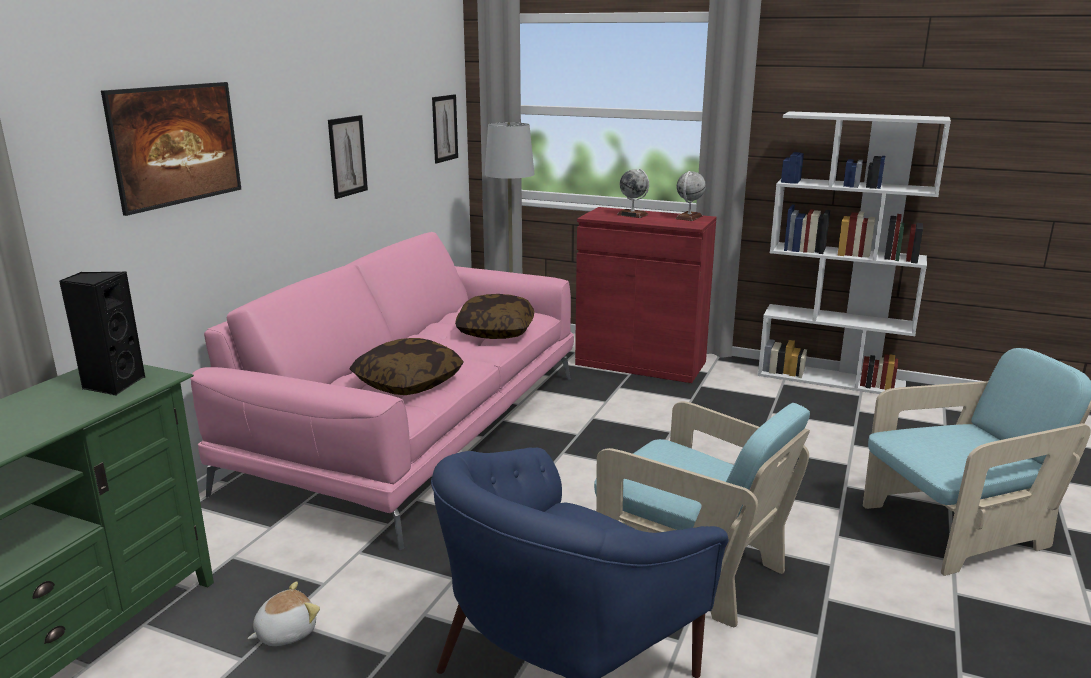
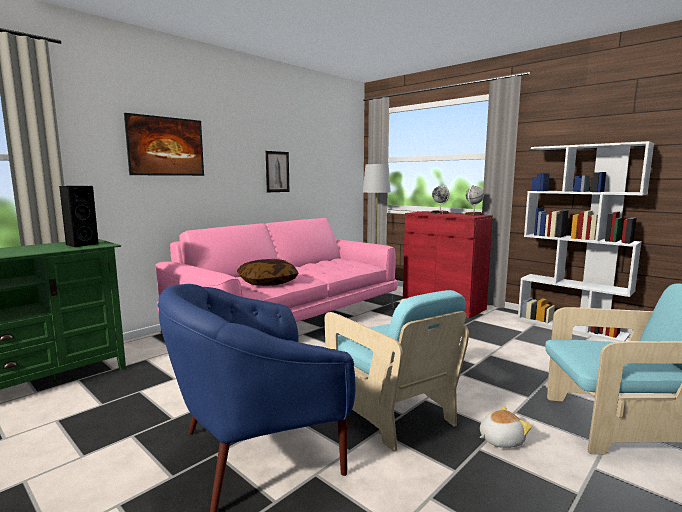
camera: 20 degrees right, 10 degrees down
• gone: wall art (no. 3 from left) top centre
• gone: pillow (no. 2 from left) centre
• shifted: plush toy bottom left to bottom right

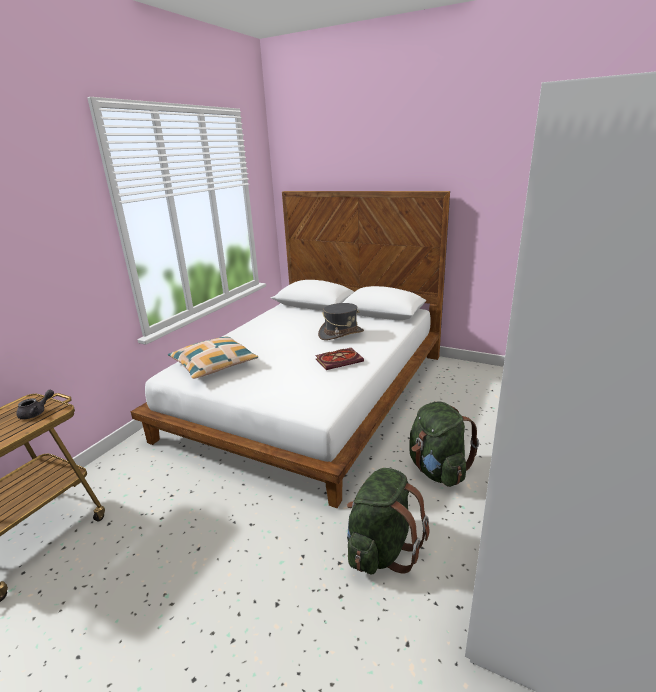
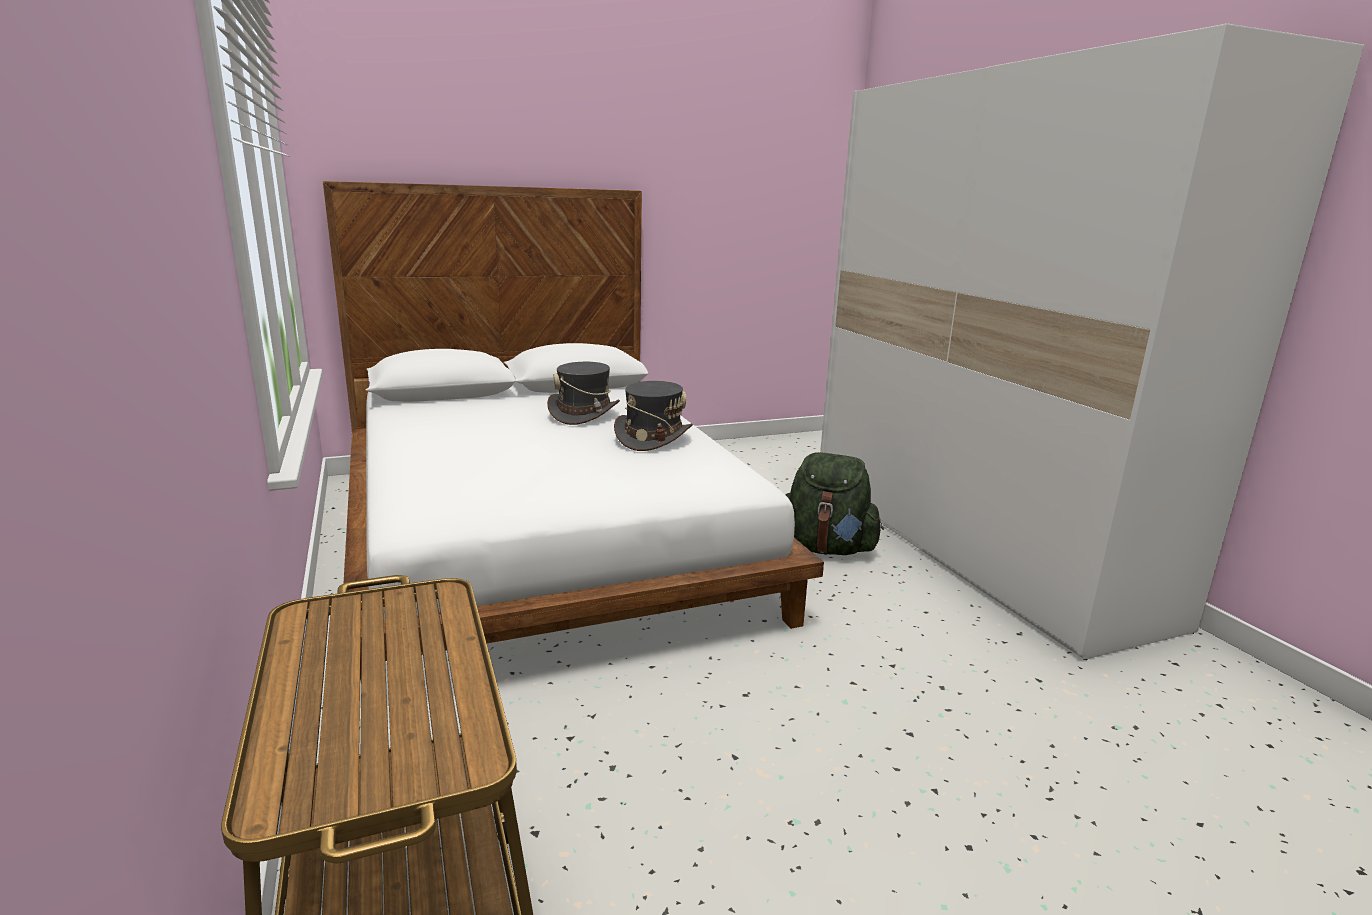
camera: 50 degrees left, 5 degrees down
• gone: pot for tea/grey middle left
• gone: pillow middle left
• gone: rucksack/greenish (no. 1 from left) bottom centre
• swapped: volume centre to clothing hat/grey (no. 2 from left) centre

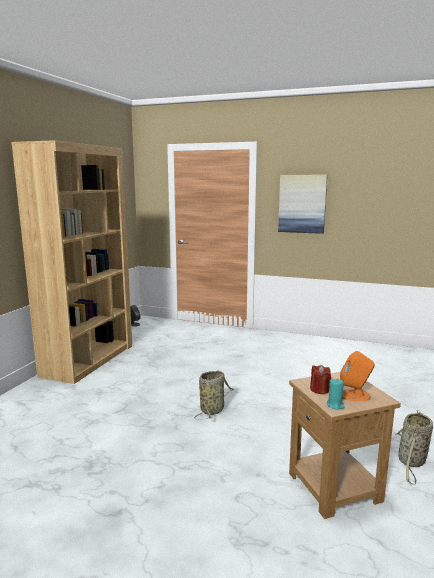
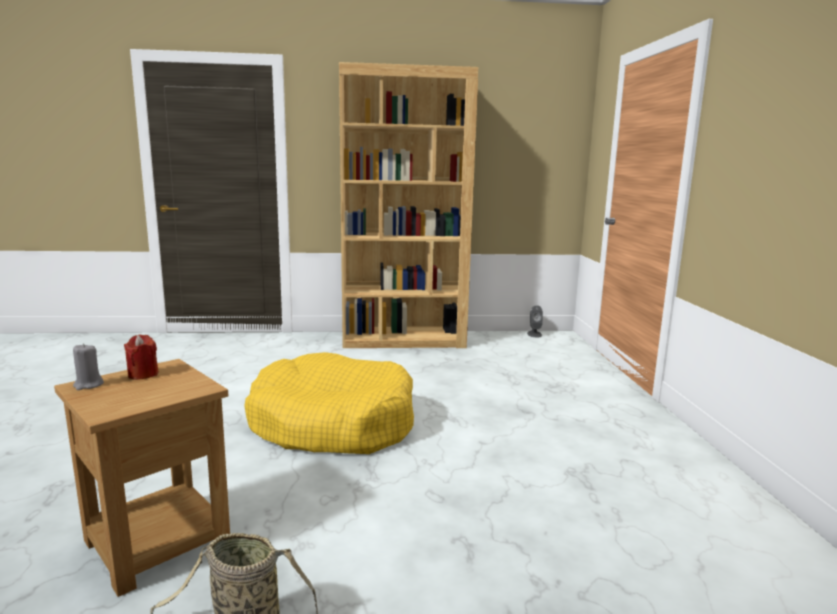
camera: 65 degrees right, 0 degrees up
• gone: wall art middle right
• gone: speaker/orangey middle right
• swapped: basket (no. 1 from left) bottom centre to dog cushion/yellowish centre
• repainted: wax light/turquoise bottom right to wax light/grey middle left

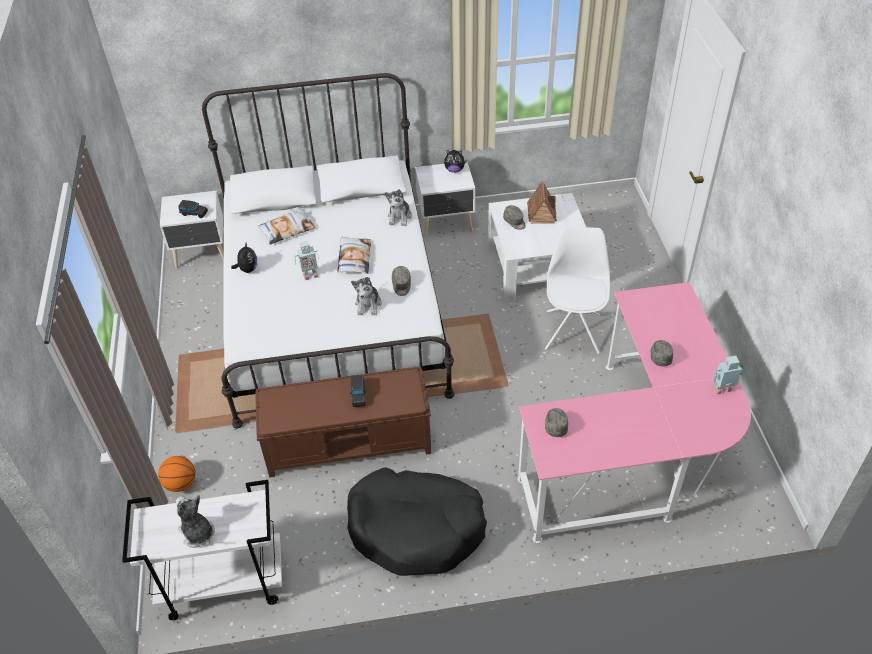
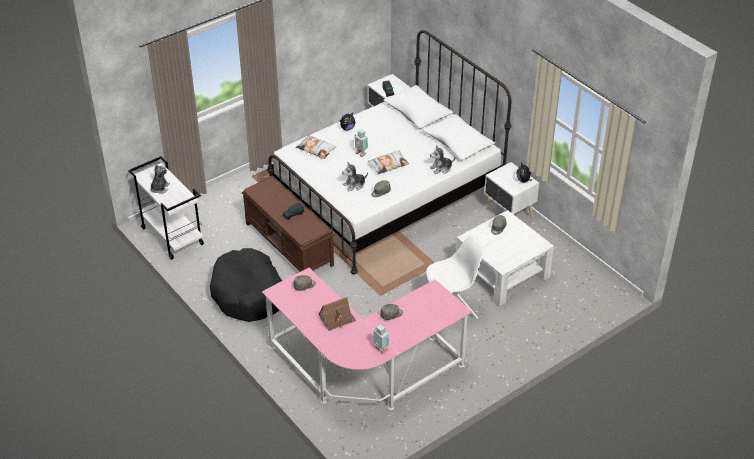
camera: 60 degrees right, 5 degrees down
• gone: basketball bottom left
• shifted: pillow (no. 1 from left) middle left to top centre
• shifted: model house top centre to bottom centre

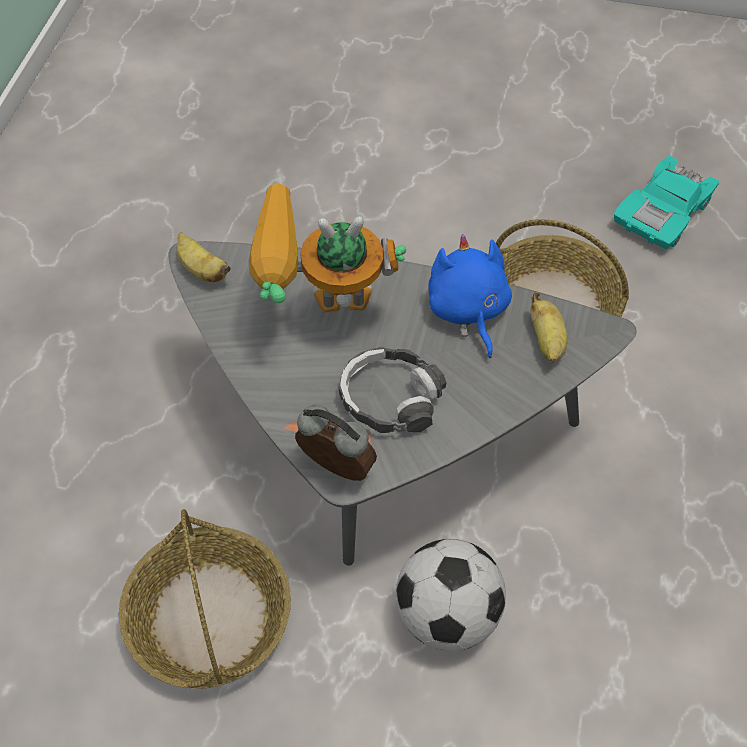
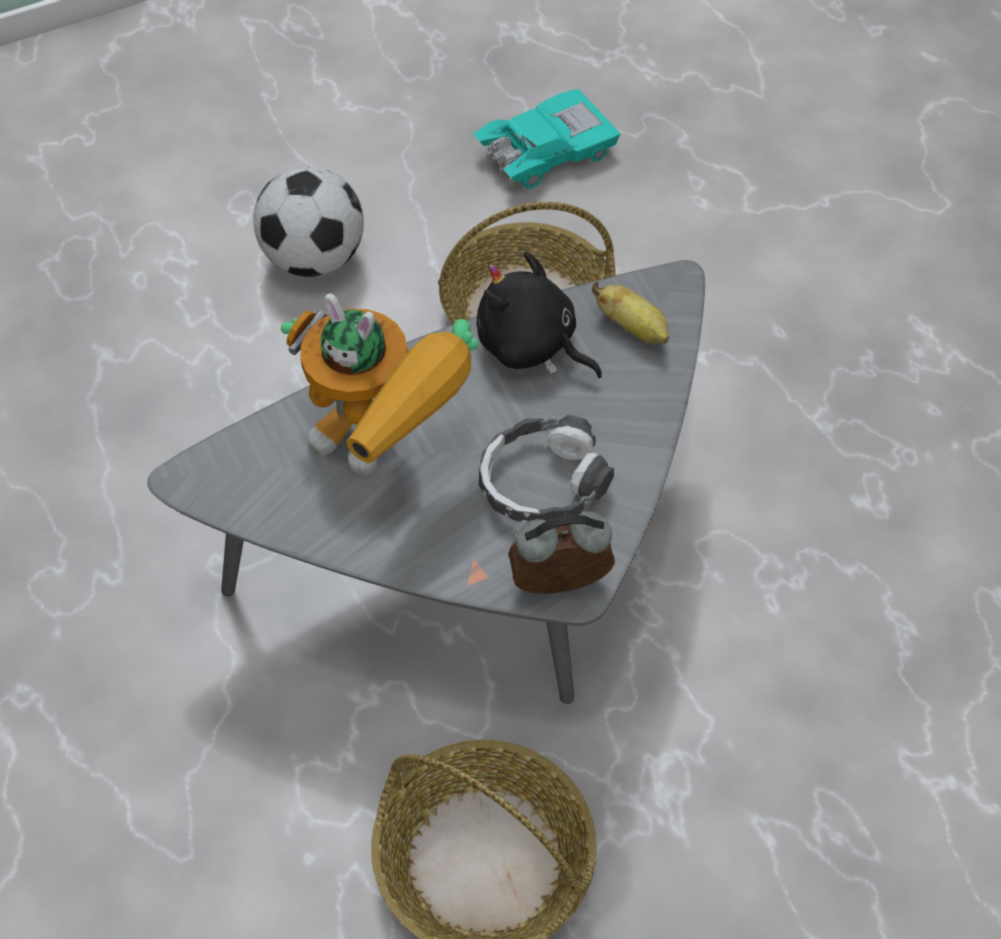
camera: 40 degrees left, 0 degrees up
• gone: banana (no. 1 from left) middle left
• shifted: ball for football bottom centre to top left
• repainted: plush toy/blue centre to plush toy/black centre
• rotated: robot figure top centre = centre 105 degrees counterclockwise
• rotated: miniature car/turquoise top right = top centre 120 degrees counterclockwise

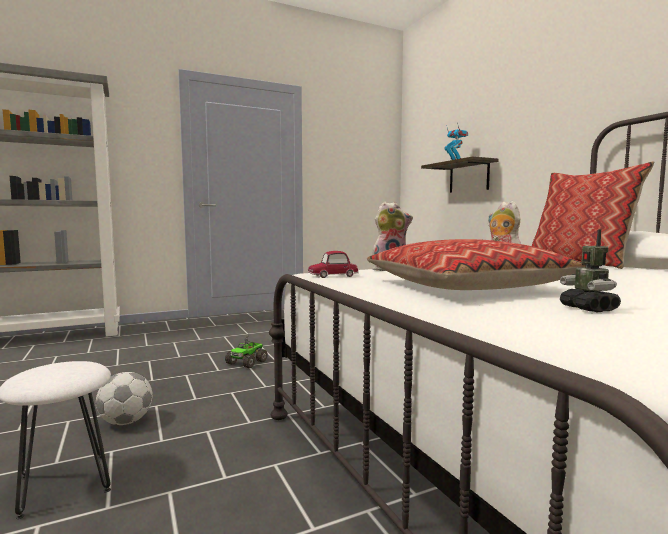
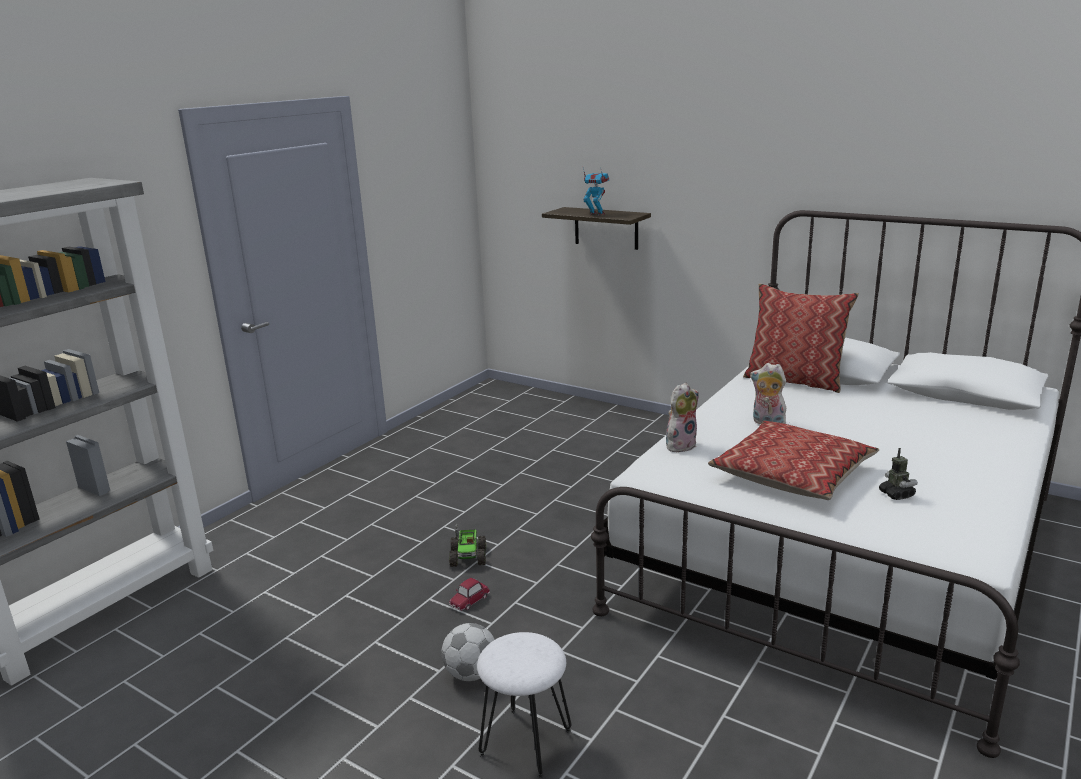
camera: 30 degrees left, 15 degrees up
• shifted: miniature car centre to bottom centre
• rotated: robot figure (no. 2 from left) middle right = middle right 150 degrees counterclockwise

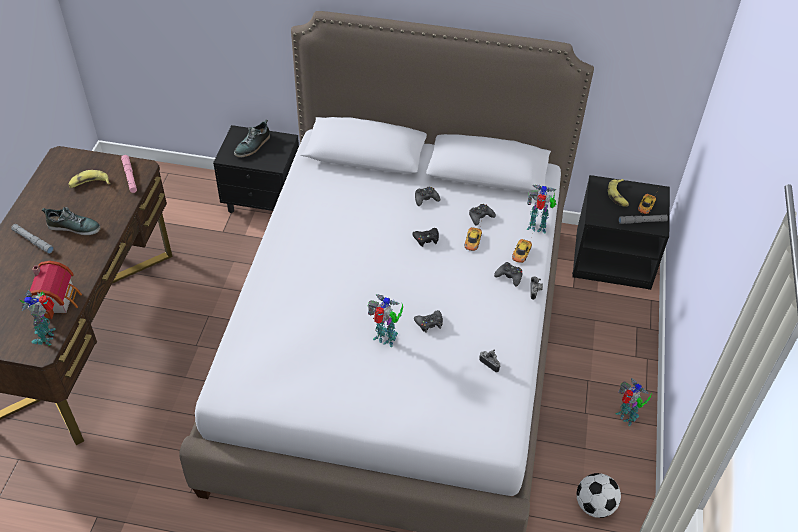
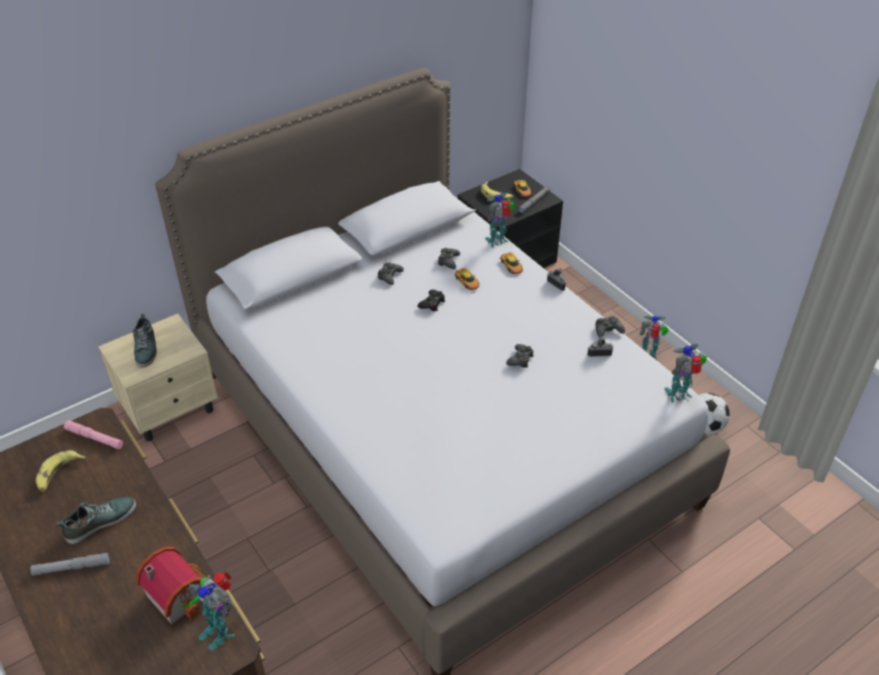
camera: 45 degrees left, 5 degrees down
• shifted: robot figure (no. 2 from left in the first image) centre to robot figure (no. 4 from left) middle right
• shifted: gamepad/black (no. 5 from left) centre to middle right
• repainted: bedside table/black (no. 1 from left) top left to bedside table/sand-coloured middle left

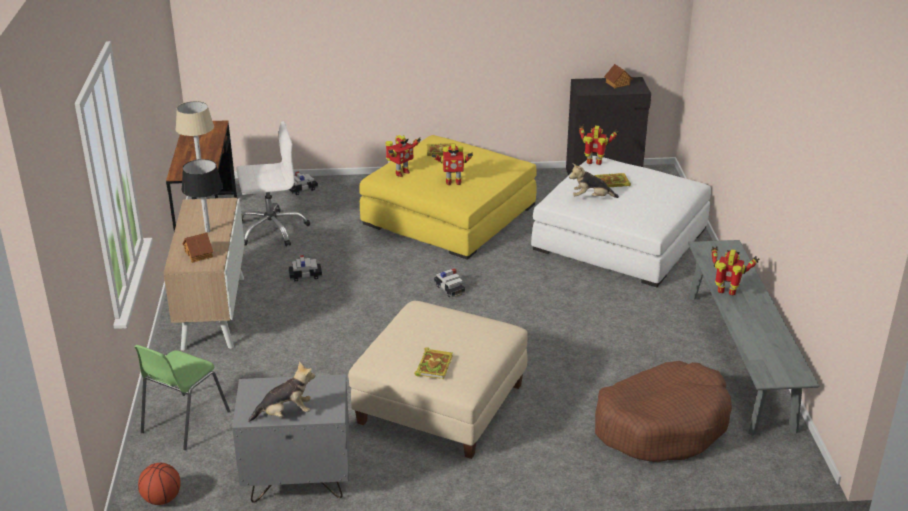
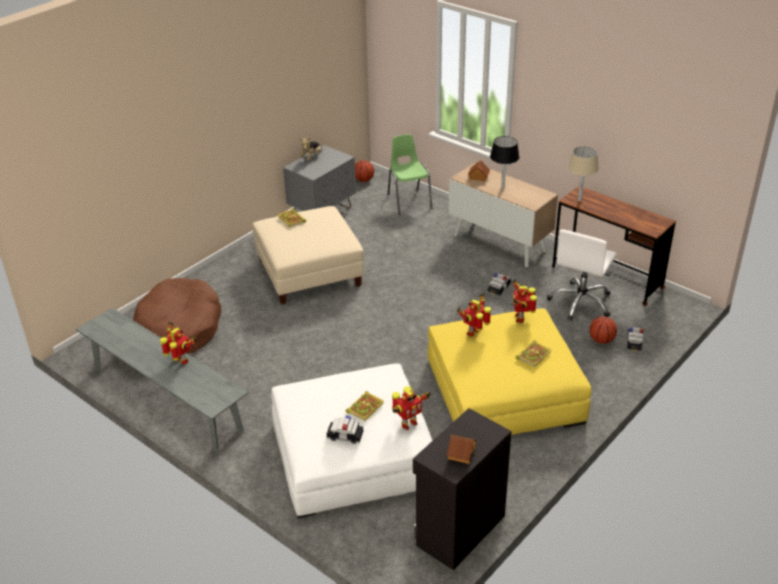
camera: 135 degrees right, 5 degrees up
• gone: plush toy (no. 2 from left) centre
• new: basketball (no. 2 from left) middle right
• shifted: miniature car (no. 3 from left in the first image) centre to miniature car (no. 1 from left) bottom centre
• rotated: robot figure (no. 4 from left in the first image) middle right = middle left 120 degrees counterclockwise

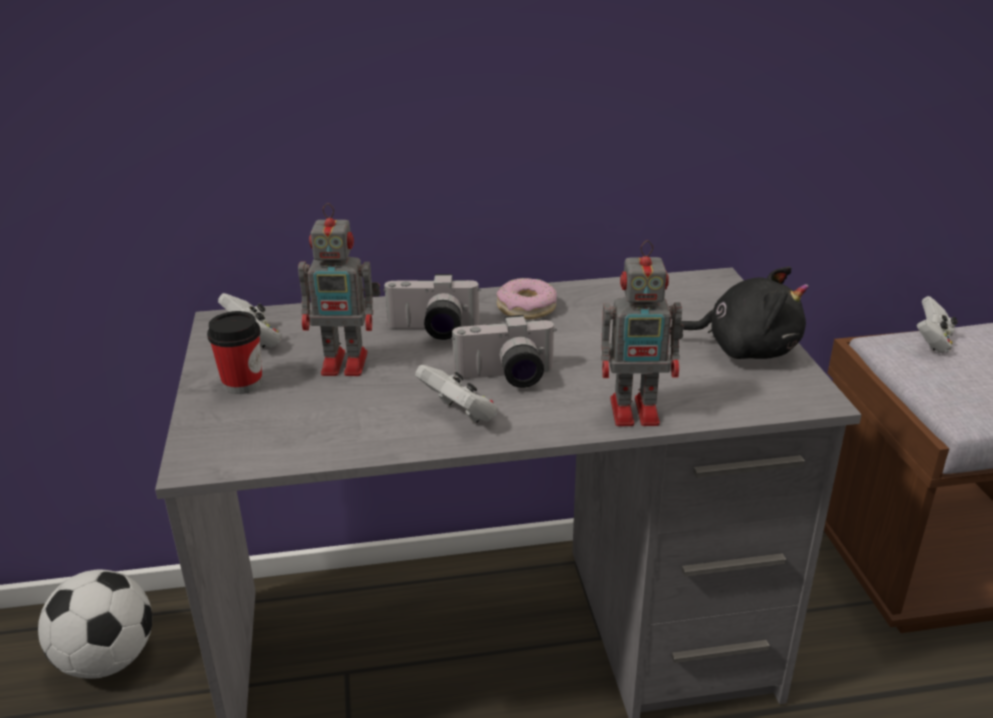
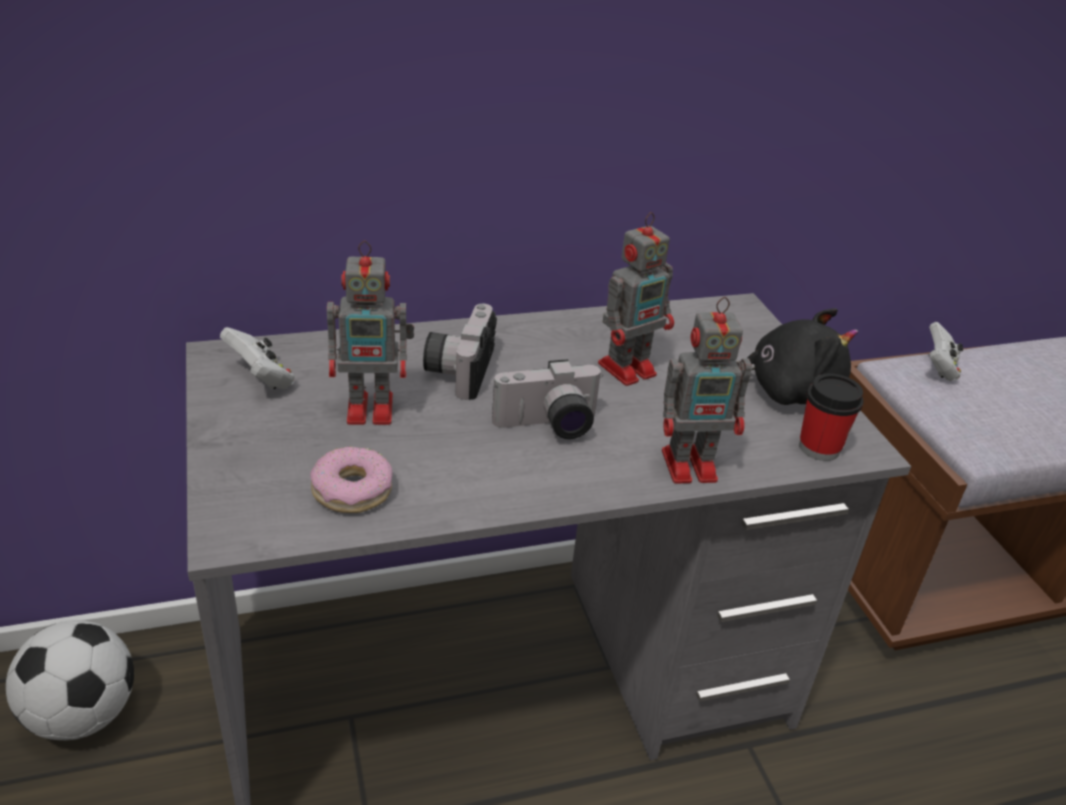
camera: 10 degrees left, 5 degrees up
• gone: gamepad/white-coloured (no. 2 from left) centre
• new: robot figure (no. 2 from left) centre
• shifted: cup middle left to middle right
• shifted: doughnut centre to middle left
• rotated: photo camera (no. 1 from left) centre = centre 105 degrees clockwise

